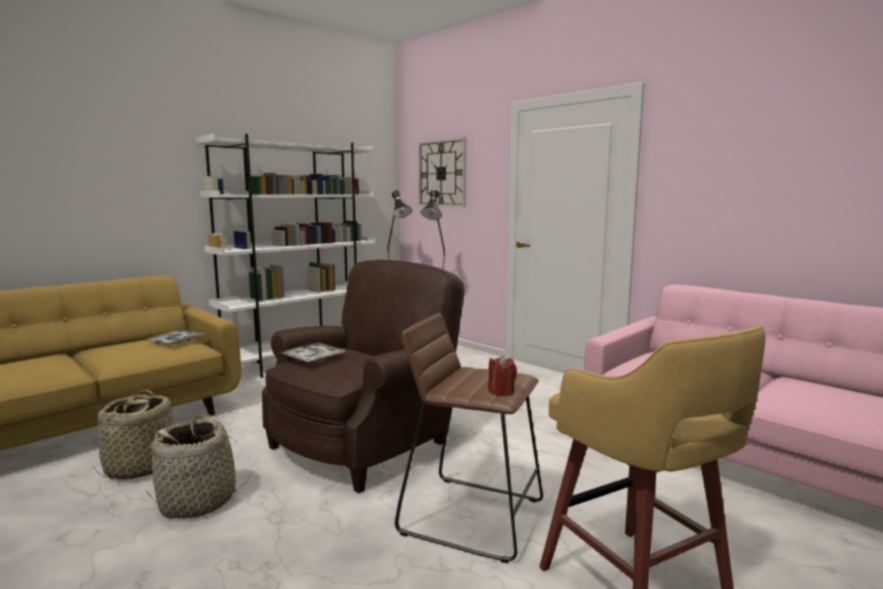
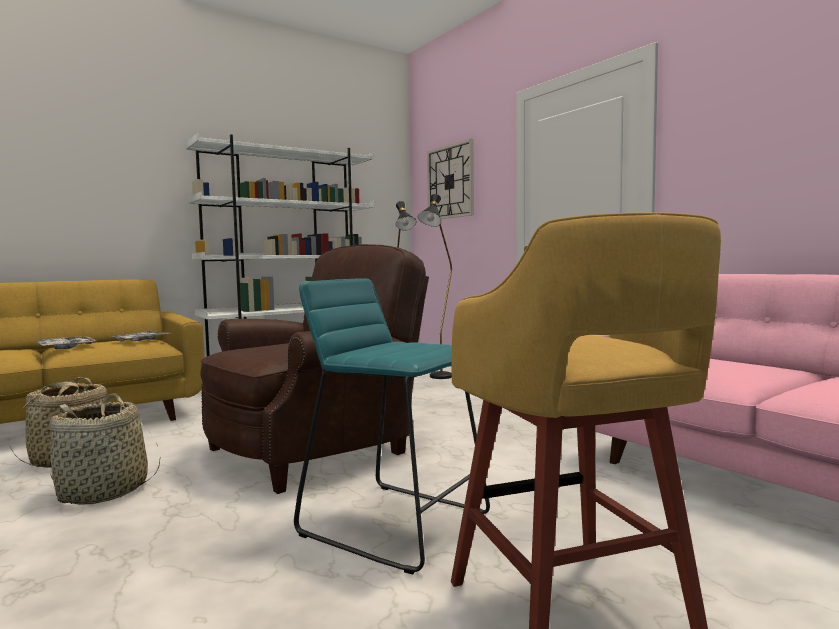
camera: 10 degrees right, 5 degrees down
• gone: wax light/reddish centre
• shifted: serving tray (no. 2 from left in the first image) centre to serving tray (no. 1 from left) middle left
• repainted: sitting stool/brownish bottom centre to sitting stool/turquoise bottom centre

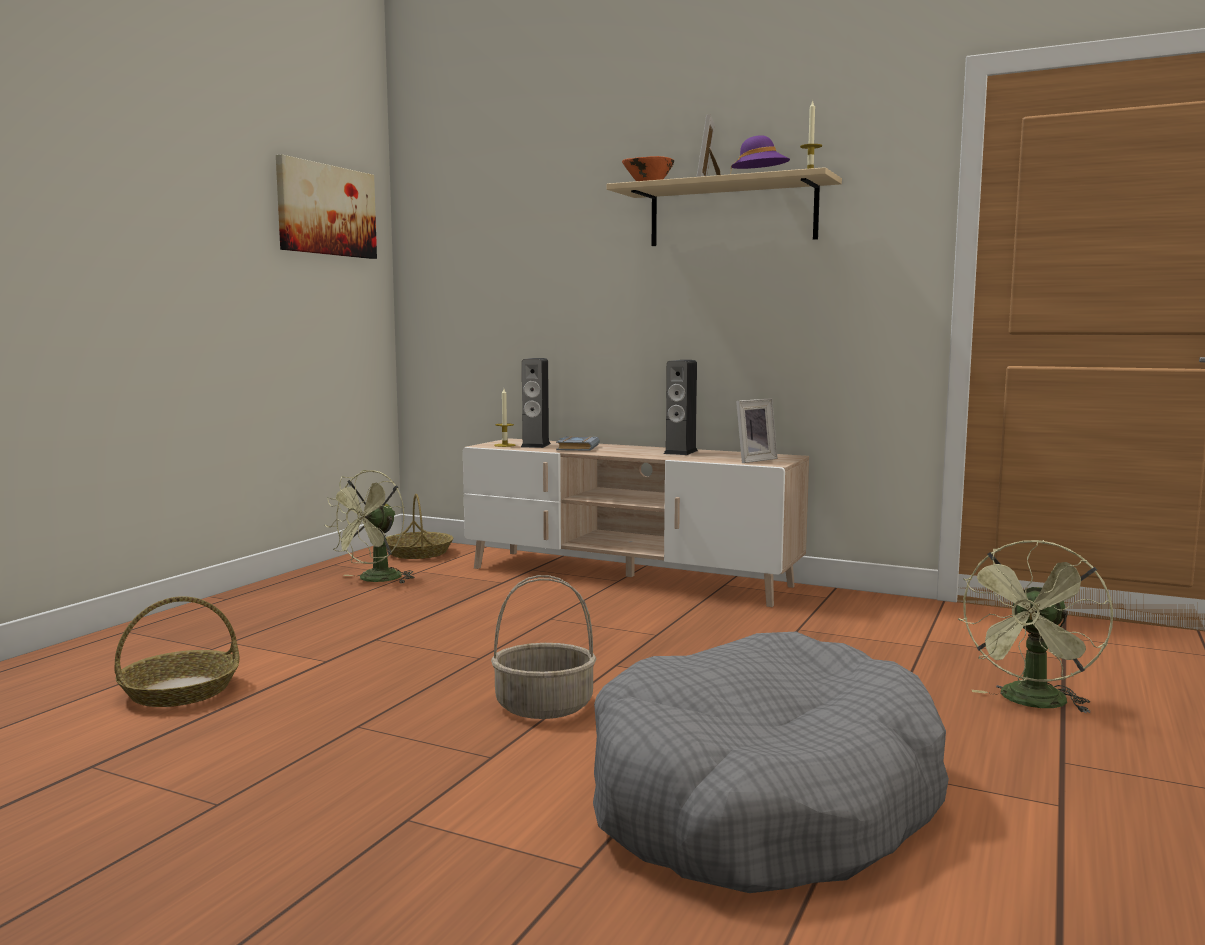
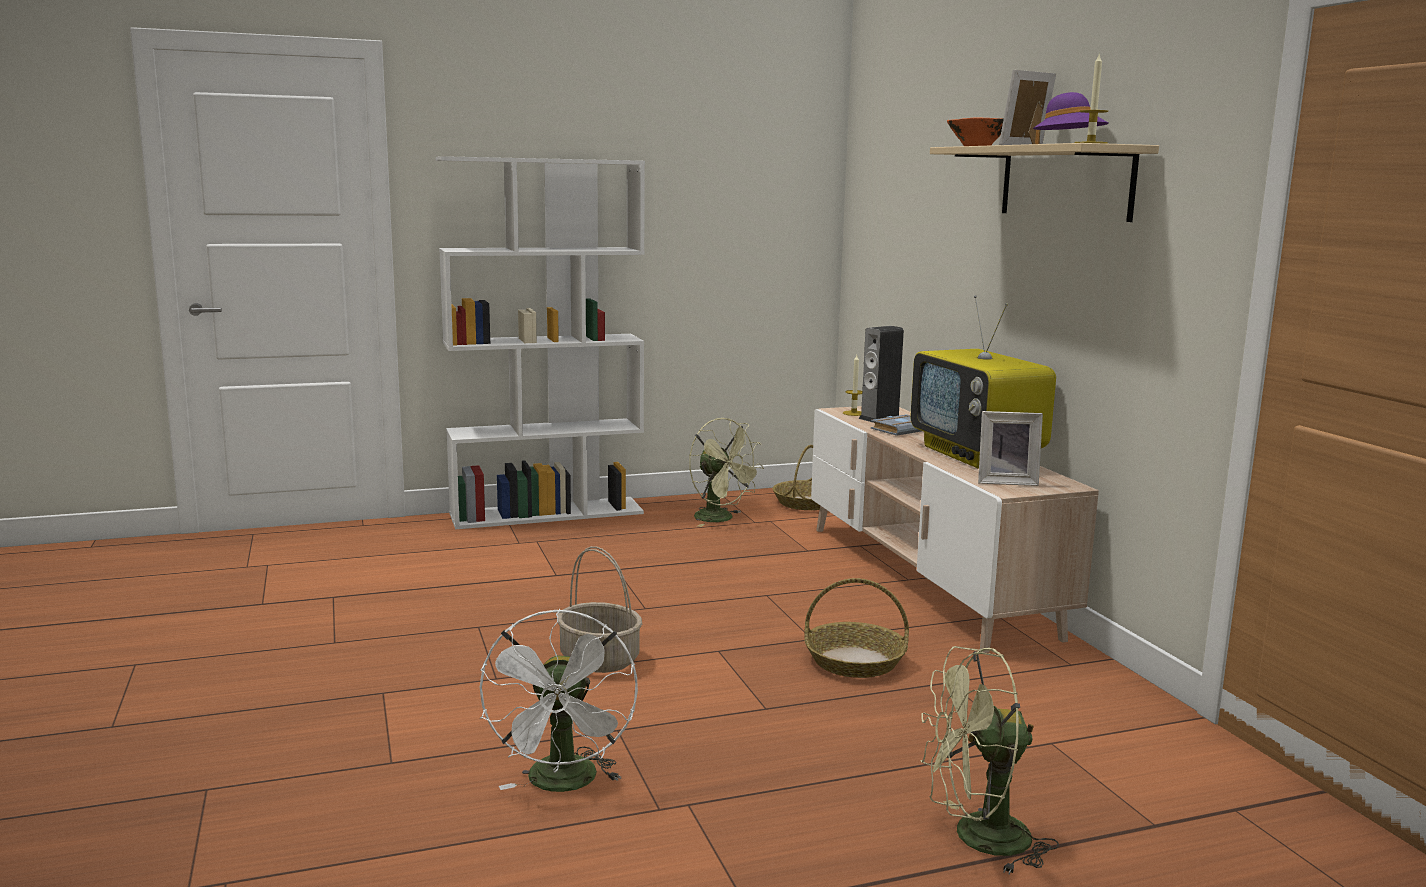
camera: 45 degrees right, 5 degrees up
• gone: wall art top left
• new: shelving unit/white-coloured centre
• shifted: basket (no. 1 from left in the first image) bottom left to basket (no. 3 from left) bottom centre
• swapped: dog cushion/grey bottom centre to fan/white-coloured bottom centre
• swapped: speaker (no. 2 from left) centre to TV middle right
• rotated: fan/greenish (no. 1 from left) middle left = centre 120 degrees counterclockwise

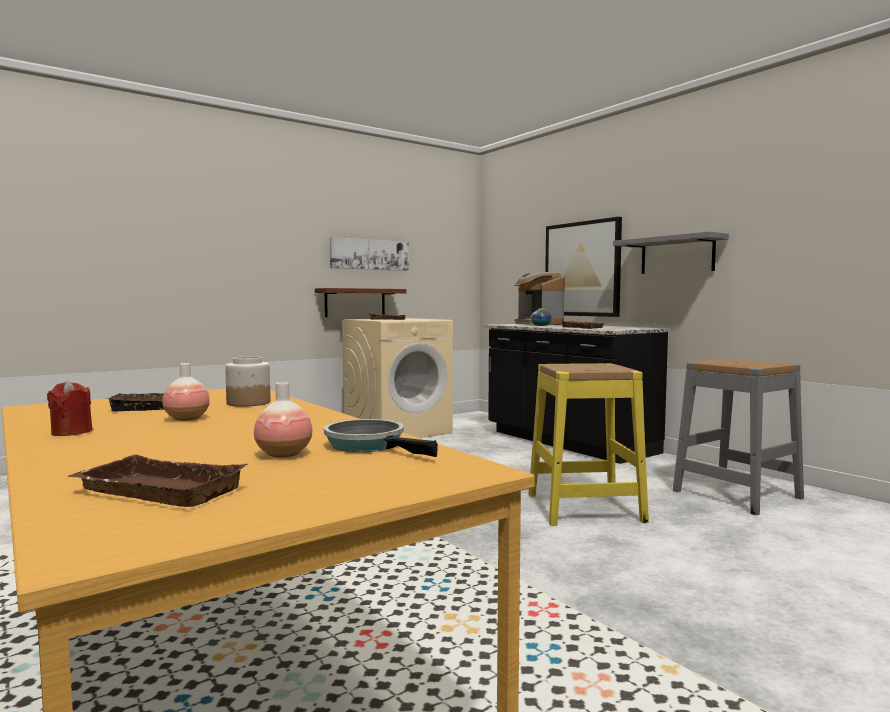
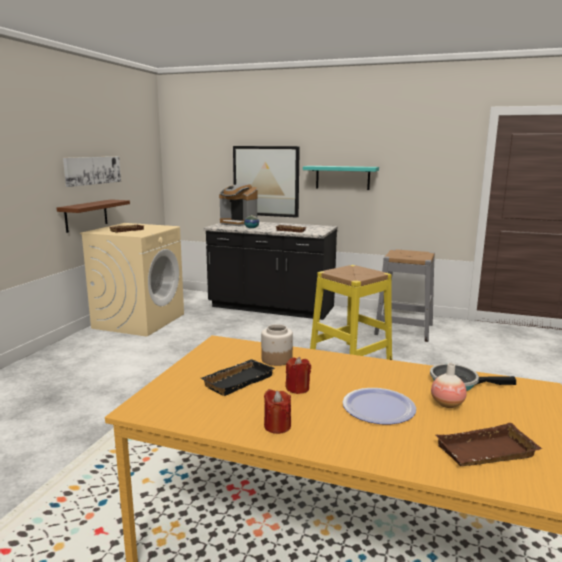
camera: 35 degrees left, 10 degrees up
• new: dinner plate bottom right
• swapped: decorative vase (no. 1 from left) middle left to wax light/reddish (no. 2 from left) bottom centre
• repainted: shelf/grey middle right to shelf/turquoise top centre

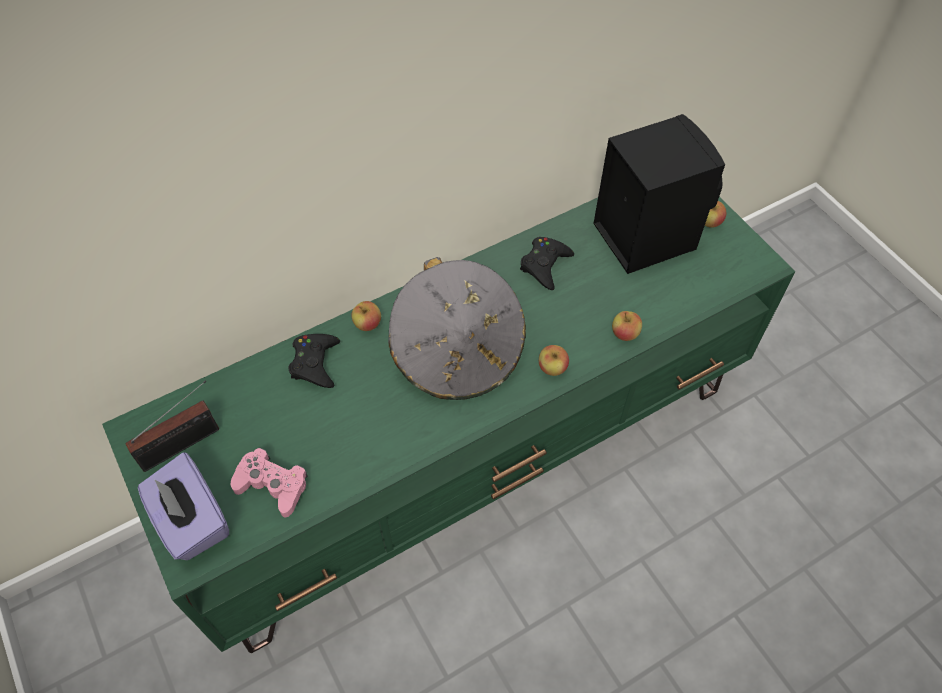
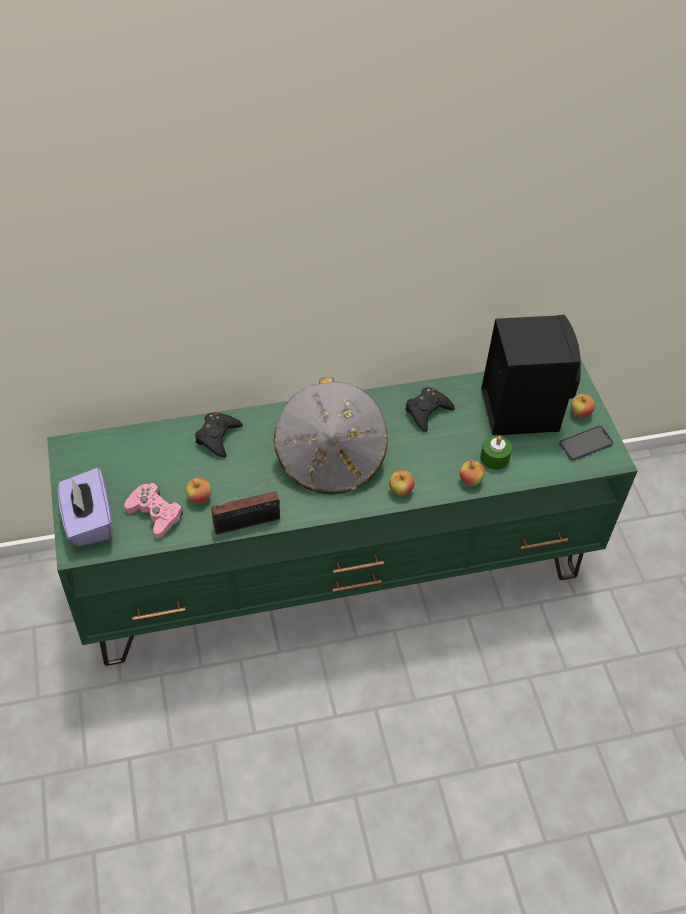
camera: 15 degrees right, 5 degrees down
• new: wax light/greenish middle right
• new: phone middle right
• shifted: radio set middle left to centre
• shifted: apple (no. 1 from left) centre to middle left

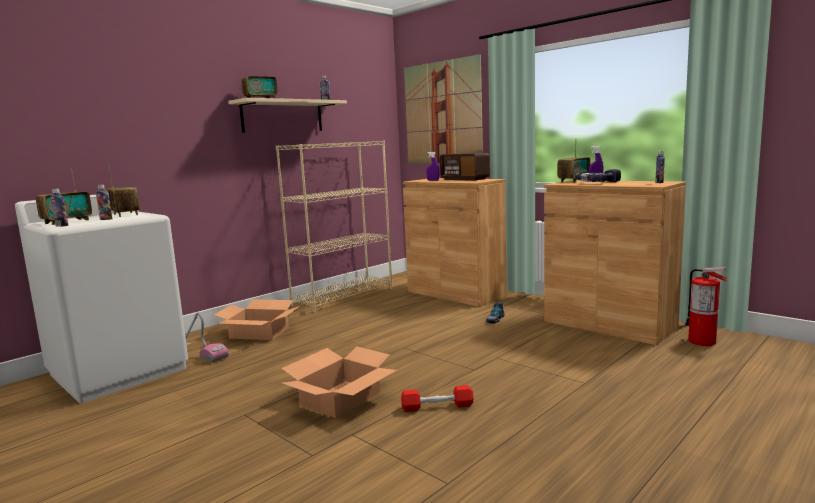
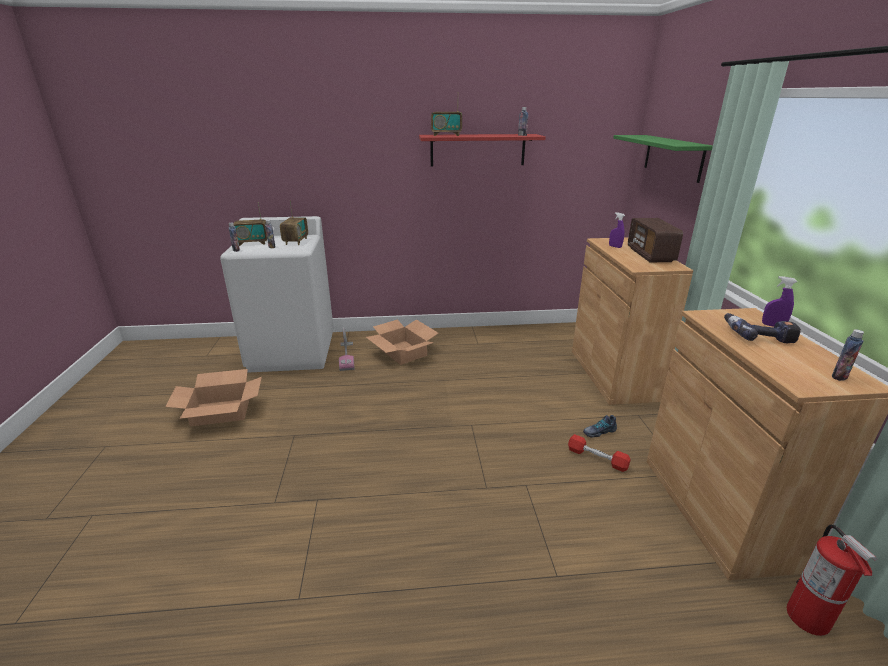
camera: 40 degrees right, 15 degrees up
• gone: shelving unit/sand-coloured centre
• gone: radio set (no. 5 from left) top right
• shifted: packing box (no. 2 from left in the first image) bottom centre to packing box (no. 1 from left) middle left
• shifted: hand weight/reddish bottom centre to bottom right
• swapped: wall art top centre to shelf/greenish top right
• repainted: shelf/sand-coloured top centre to shelf/reddish top centre

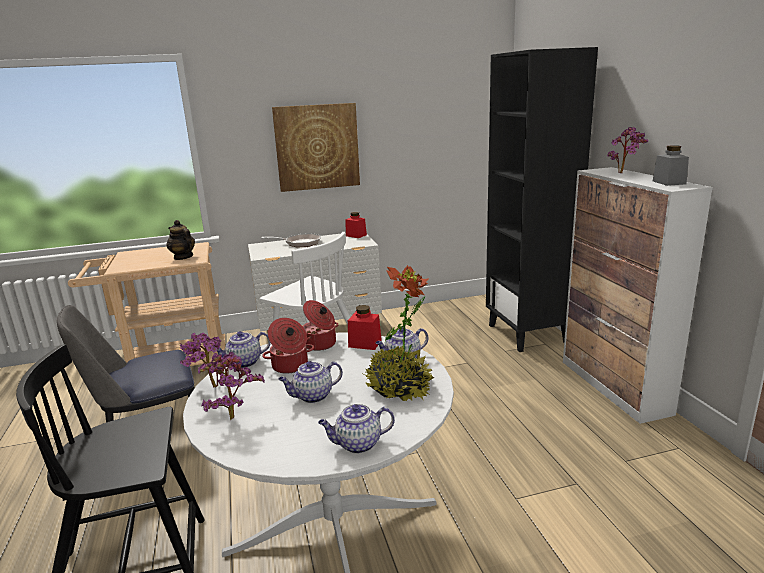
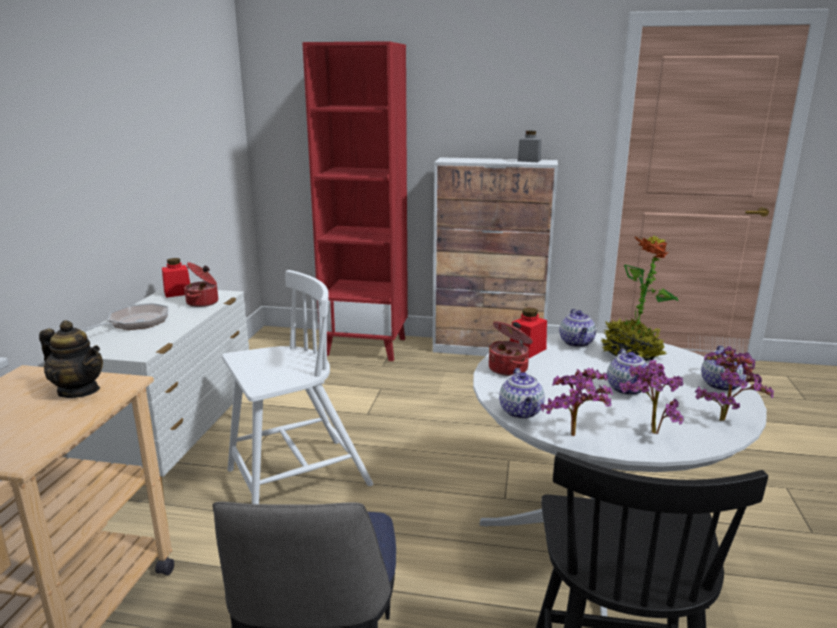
camera: 65 degrees left, 0 degrees up
• gone: wall art top centre
• shifted: cooking pot (no. 1 from left) centre to middle left
• shifted: houseplant (no. 4 from left) top right to middle right
• repainted: shelving unit/black middle right to shelving unit/reddish top centre
• rotated: pot for tea (no. 1 from left) middle left = middle left 135 degrees counterclockwise

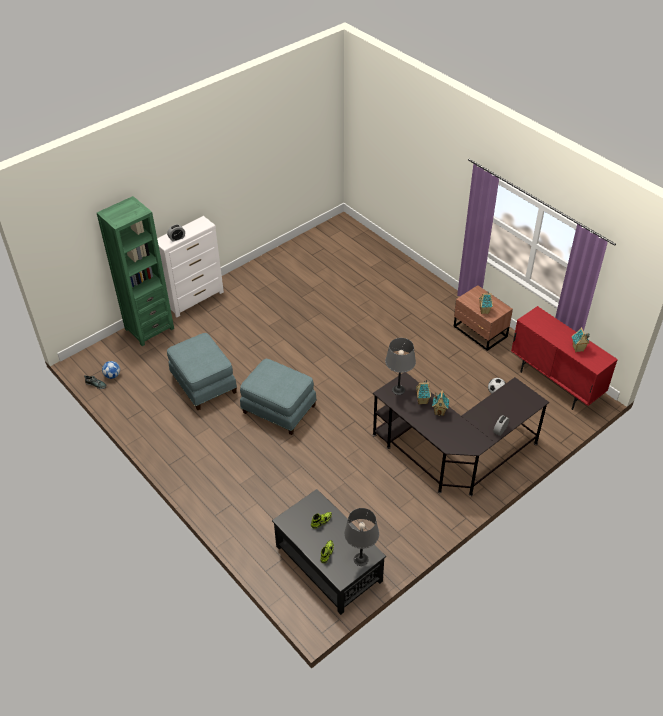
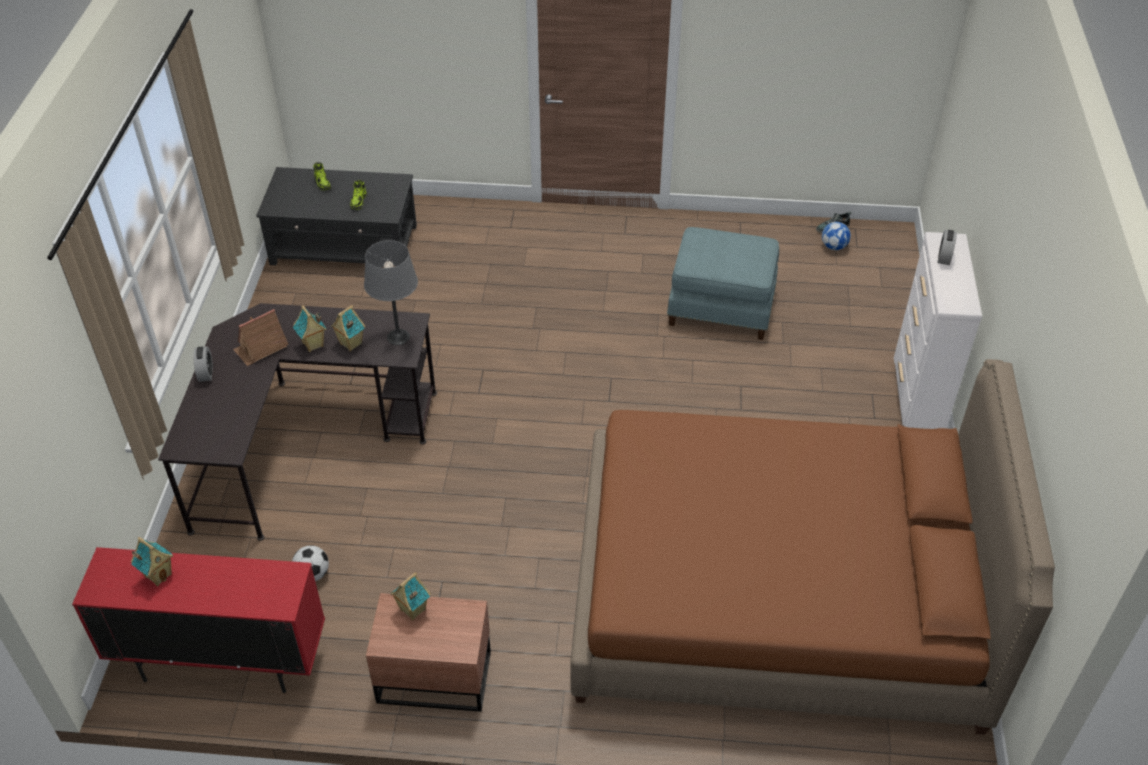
camera: 135 degrees right, 0 degrees up
• gone: shelving unit/greenish middle left
• gone: ottoman/blue (no. 2 from left) centre
• gone: tabletop lamp/grey (no. 1 from left) bottom centre
• new: model house (no. 2 from left) middle left
• new: sleeping bed/brownish bottom right

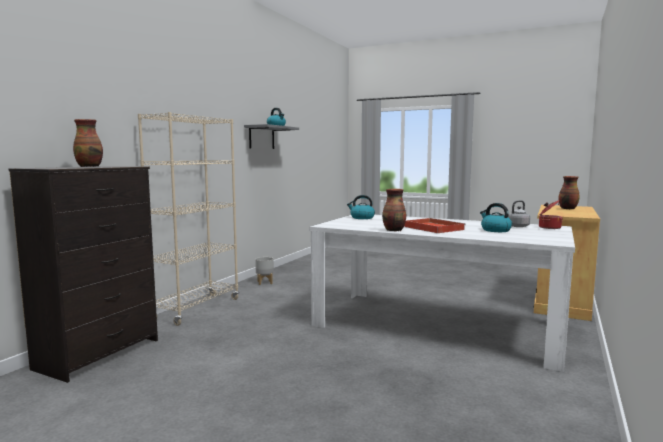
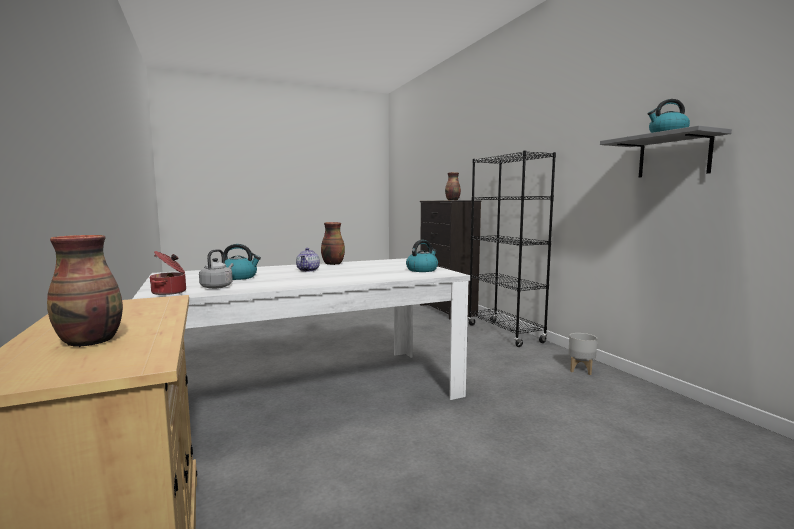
camera: 130 degrees right, 0 degrees up
• swapped: serving tray/reddish centre to pot for tea centre
• repainted: shelving unit/sand-coloured middle left to shelving unit/black centre

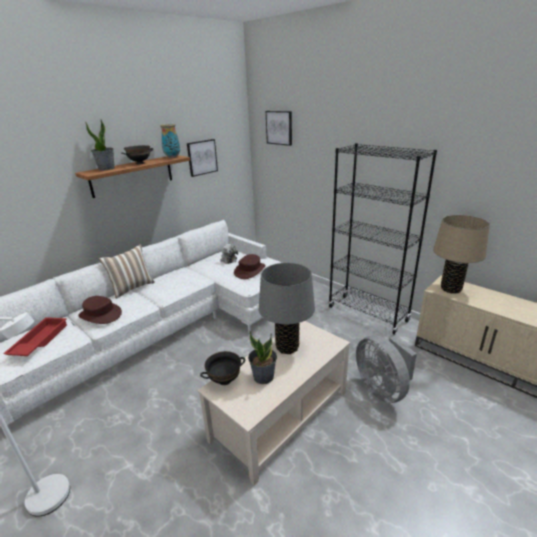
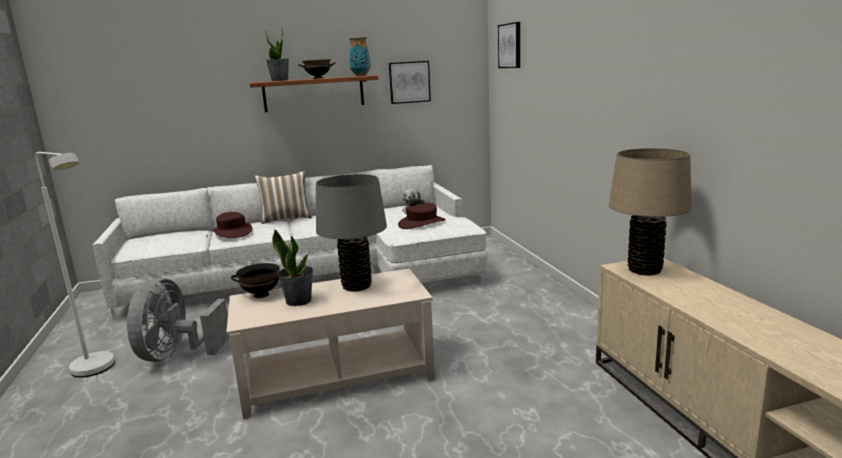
camera: 30 degrees right, 10 degrees down
• gone: serving tray/reddish middle left
• gone: shelving unit/black middle right
• shifted: fan/grey bottom right to bottom left

